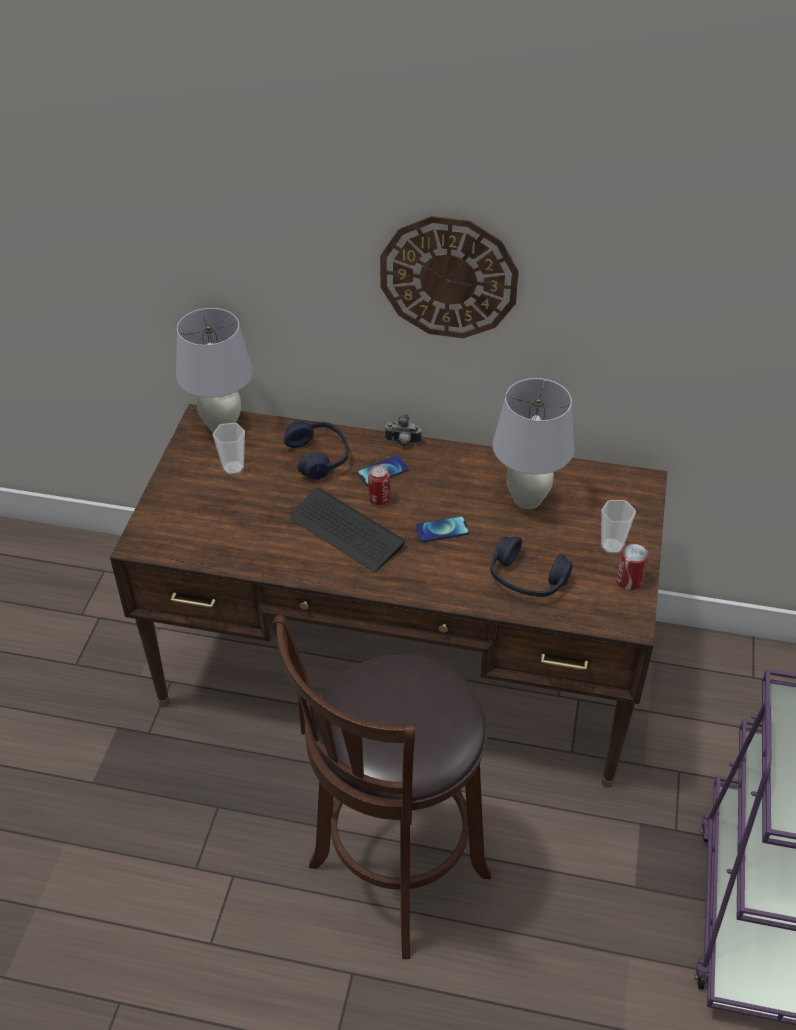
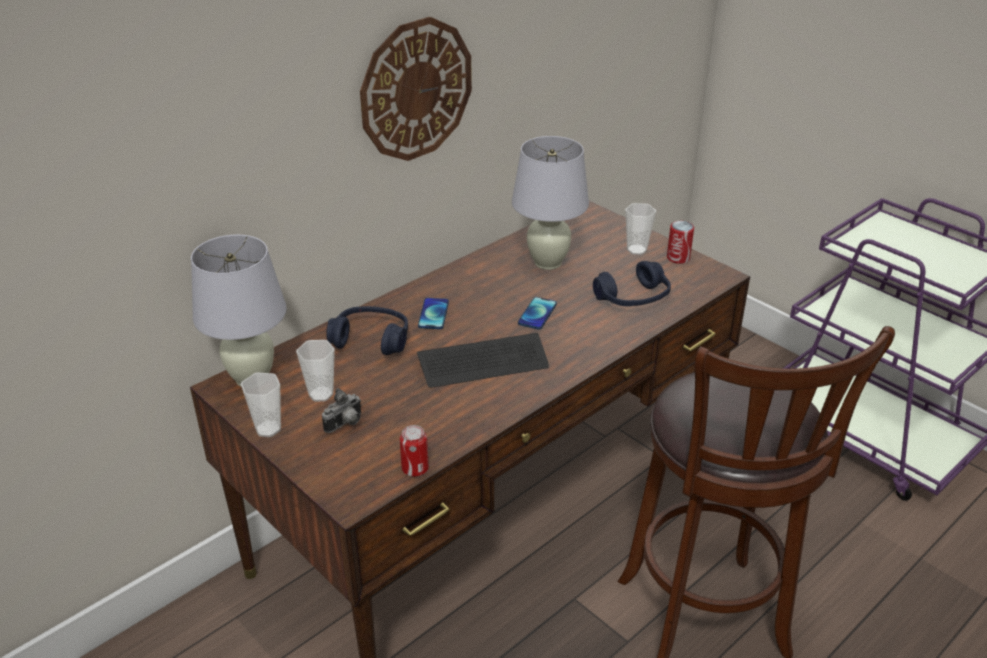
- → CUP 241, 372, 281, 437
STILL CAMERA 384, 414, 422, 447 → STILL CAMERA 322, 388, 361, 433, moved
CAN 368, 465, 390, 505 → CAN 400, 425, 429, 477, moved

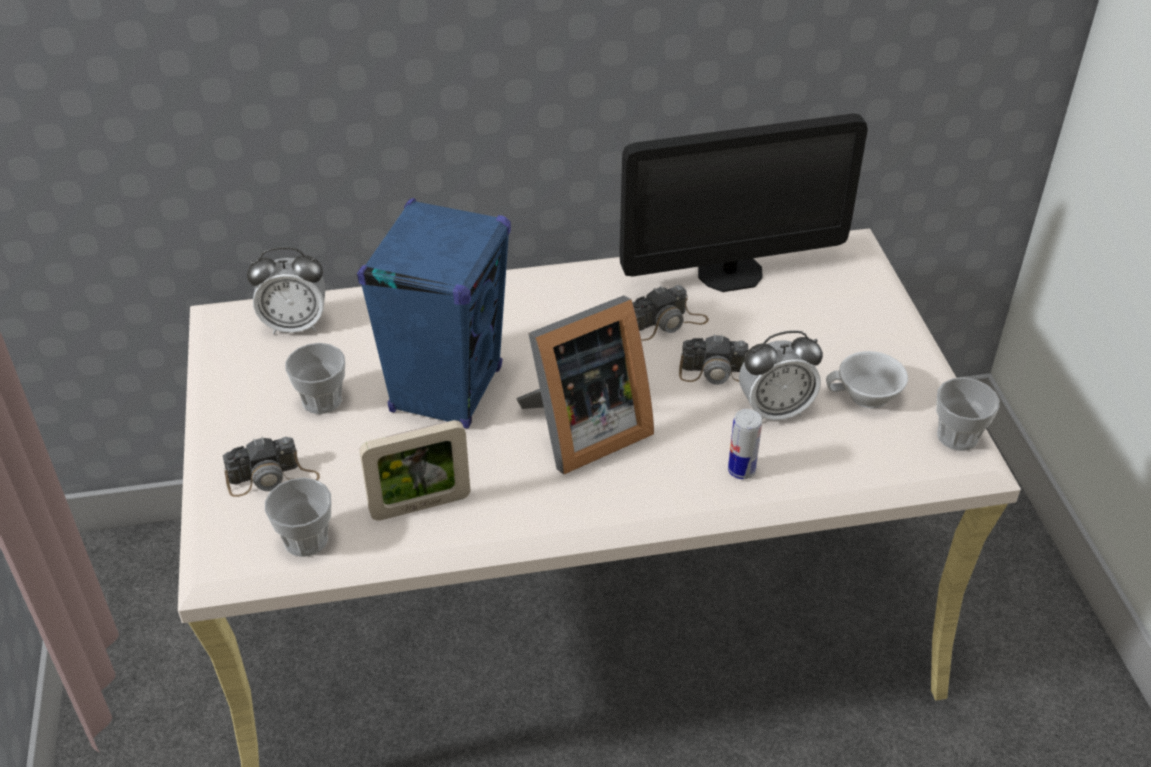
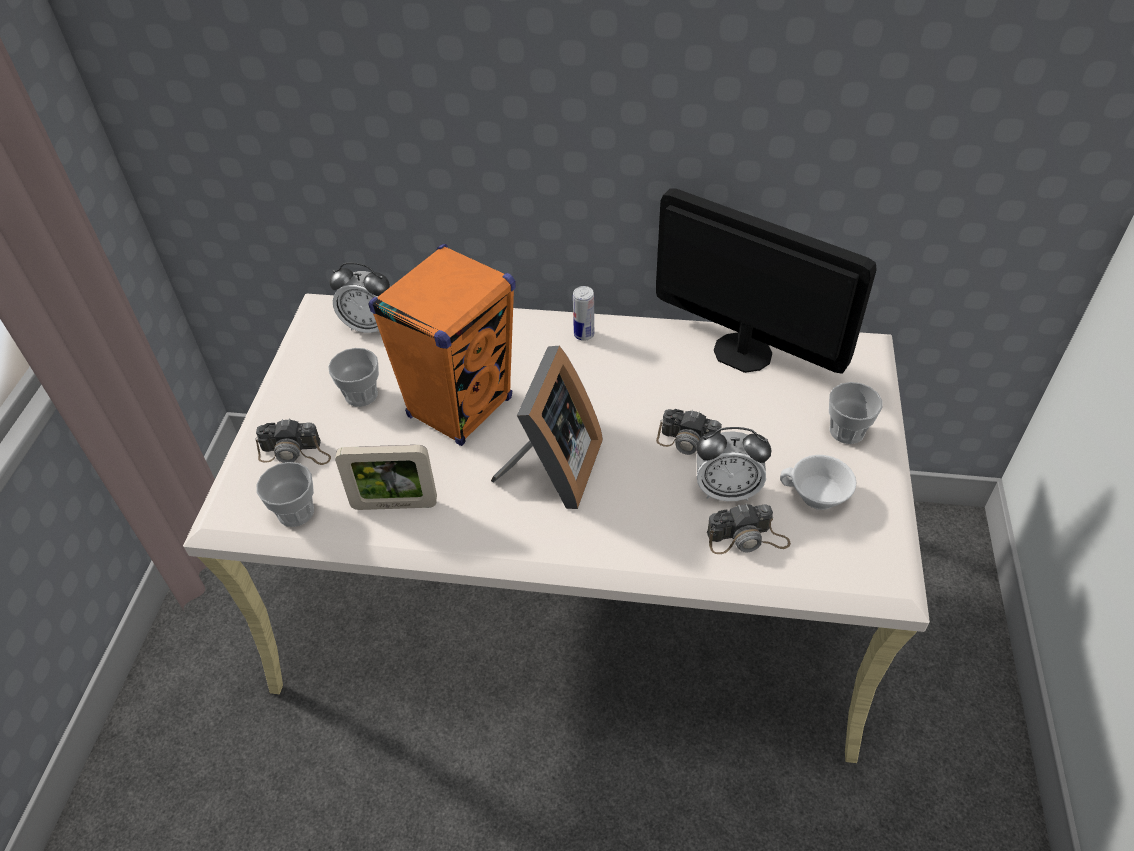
BLUISH AUDIO SPEAKER 357, 198, 511, 429 → ORANGE AUDIO SPEAKER 368, 244, 516, 446
STANDING FRAME 516, 295, 654, 475 → STANDING FRAME 491, 346, 603, 509, 60 degrees counterclockwise
CAN 728, 409, 762, 479 → CAN 573, 286, 594, 341, moved
MONITOR 620, 113, 868, 292 → MONITOR 656, 188, 877, 374, 150 degrees counterclockwise
STILL CAMERA 632, 285, 709, 341 → STILL CAMERA 707, 503, 791, 554, moved
CUP 936, 378, 1000, 451 → CUP 829, 382, 882, 444, moved

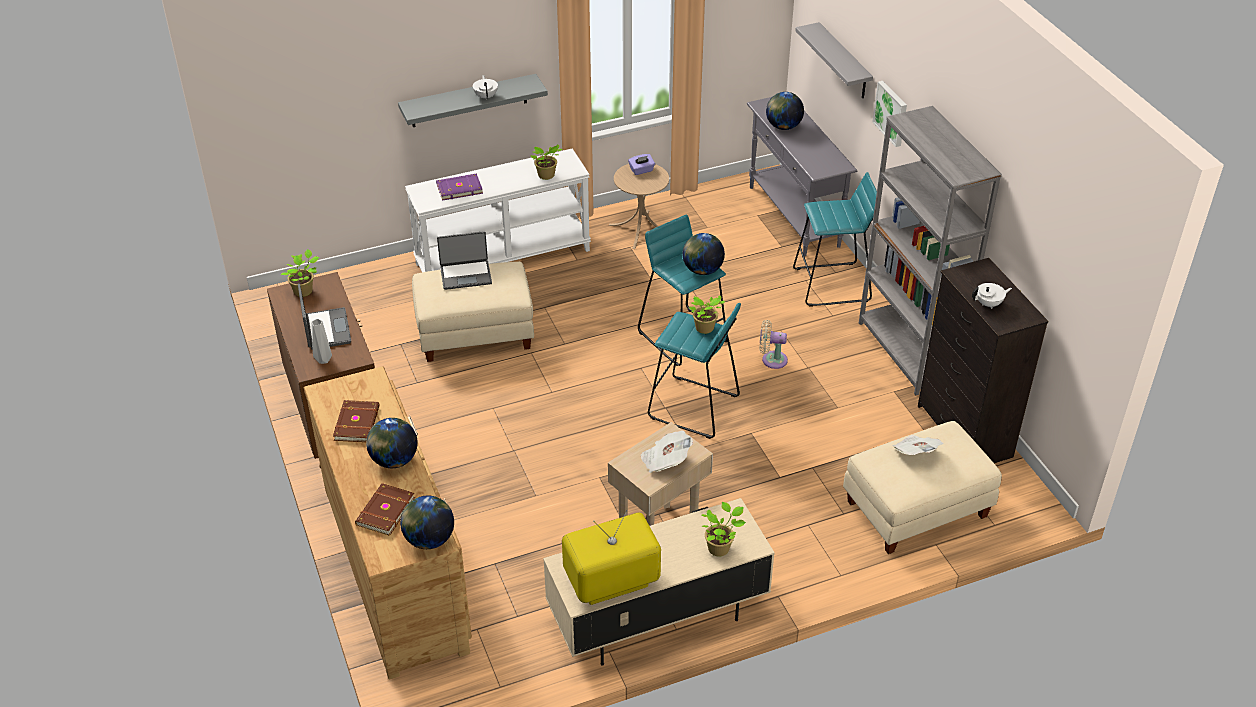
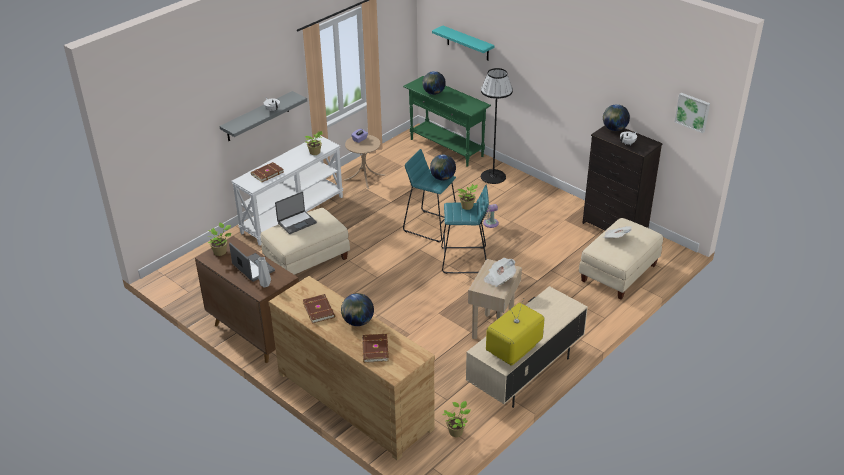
PURPLISH BOUND BOOK 436, 174, 483, 201 → BROWN-COLOURED BOUND BOOK 251, 162, 284, 182
GRAY CONSOLE TABLE 747, 97, 857, 256 → GREENISH CONSOLE TABLE 403, 76, 491, 167
GRAY BRACKET SHELF 795, 22, 873, 98 → TURQUOISE BRACKET SHELF 432, 25, 494, 61
POTTED PLANT 701, 502, 746, 557 → POTTED PLANT 443, 401, 470, 437, moved
TURQUOISE SITTING STOOL 793, 172, 877, 307 → BLACK-COLOURED STANDING LAMP 481, 68, 513, 184
DESK GLOBE 400, 496, 454, 549 → DESK GLOBE 603, 104, 630, 131, moved
WALL ART 872, 81, 907, 147 → WALL ART 675, 93, 710, 133, moved
GRAY BOOKSHELF 859, 106, 1002, 395 → -

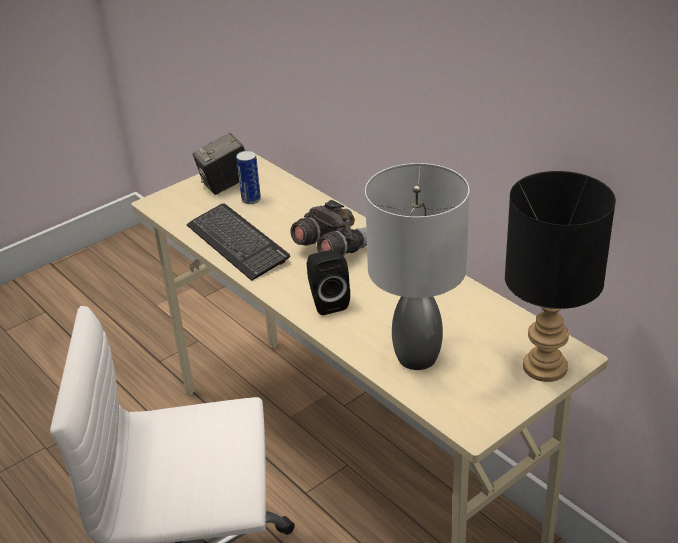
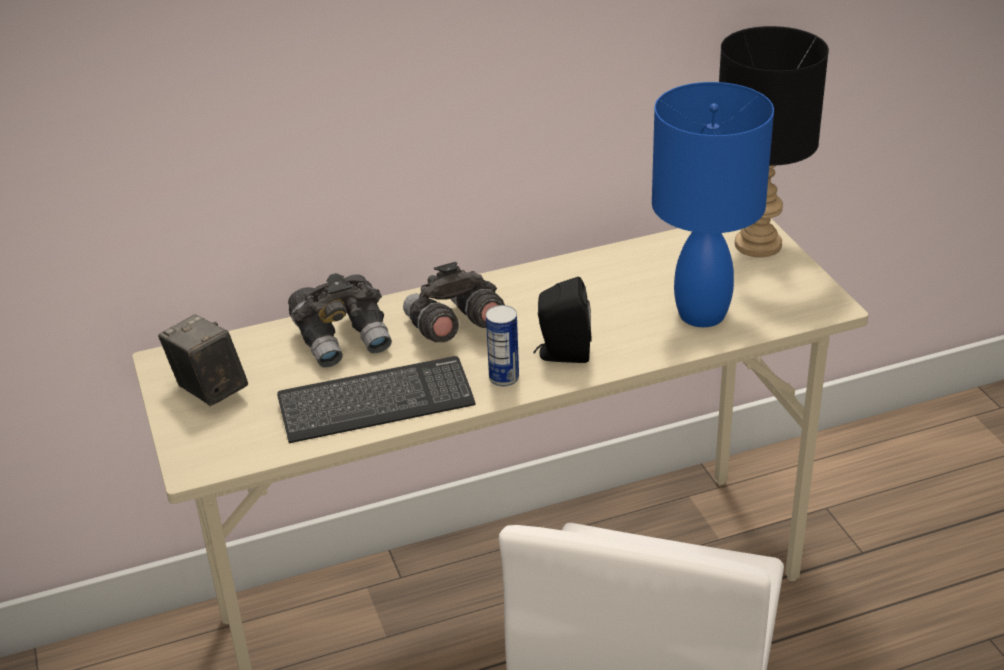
STILL CAMERA 193, 133, 245, 195 → STILL CAMERA 158, 314, 248, 406, 150 degrees clockwise
- → GRAY BINOCULARS 288, 273, 392, 367
CAN 236, 151, 261, 204 → CAN 486, 305, 519, 387, moved
GRAY LAMP FOR A TABLE 365, 163, 469, 370 → BLUISH LAMP FOR A TABLE 652, 82, 774, 327

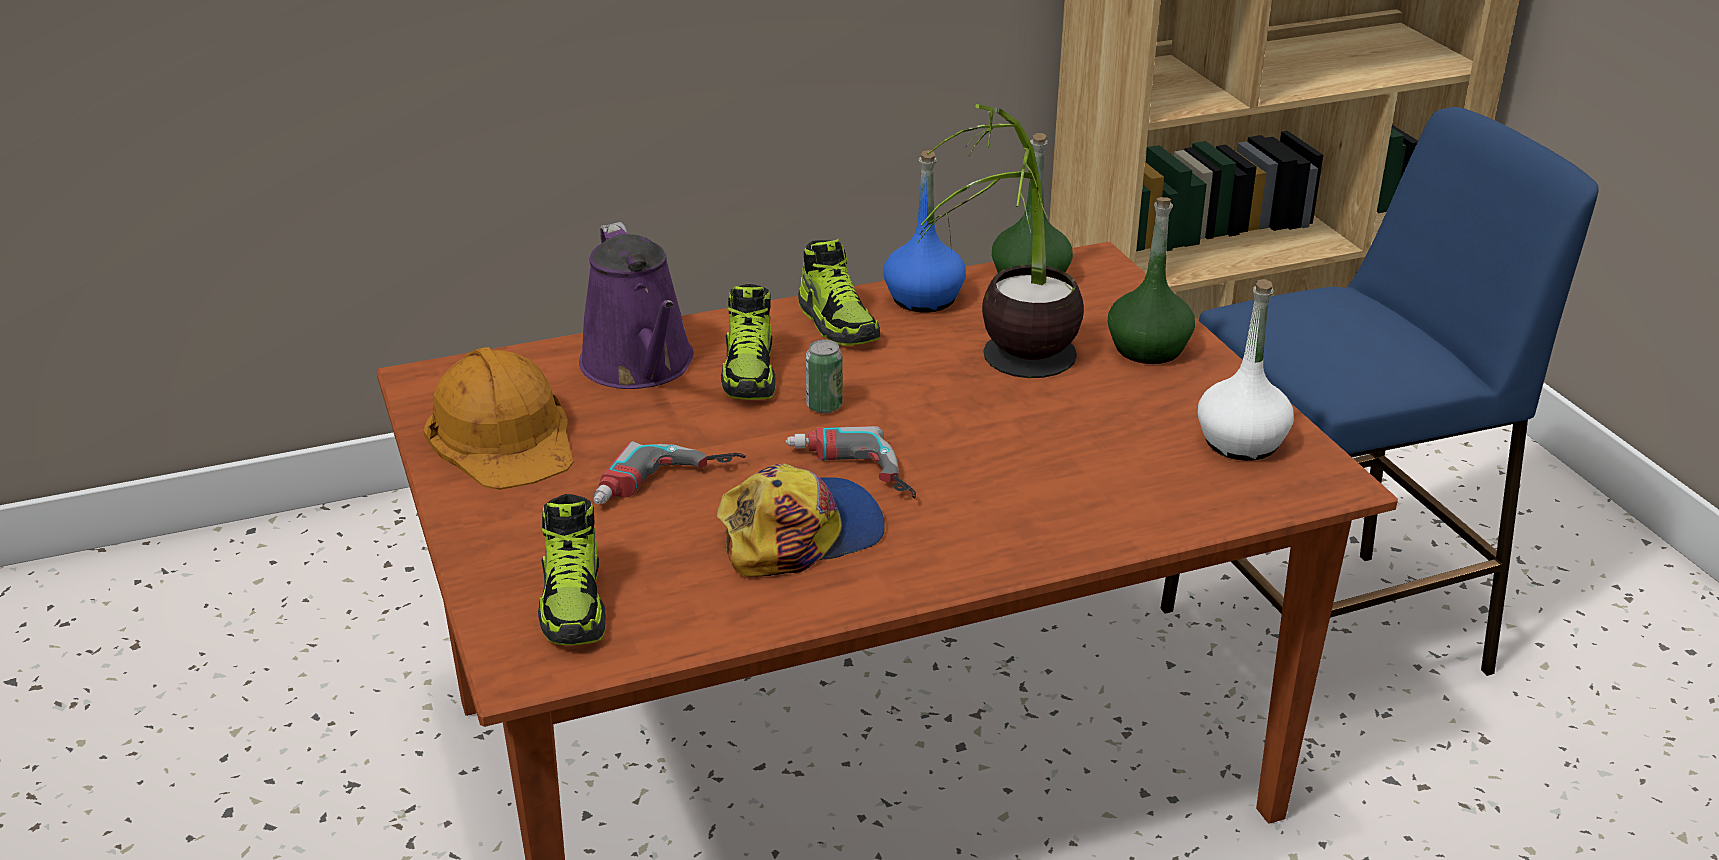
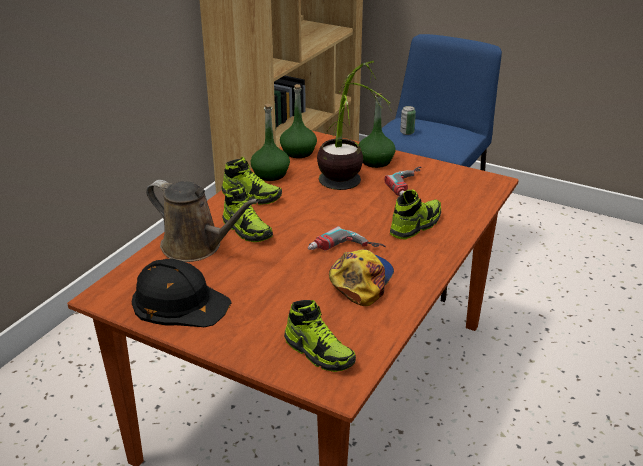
ORANGE HARD HAT 423, 347, 573, 490 → BLACK-COLOURED HARD HAT 132, 258, 232, 327
PURPLISH WATERING CAN 579, 222, 694, 389 → BROWN-COLOURED WATERING CAN 146, 180, 259, 262
BLUISH BEVERAGE BOTTLE 884, 150, 966, 313 → GREENISH BEVERAGE BOTTLE 251, 104, 290, 181
ELECTRIC DRILL 593, 441, 746, 504 → ELECTRIC DRILL 384, 166, 421, 196, moved
- → SHOE 390, 190, 441, 240
CAN 806, 340, 843, 413 → CAN 400, 106, 416, 135, moved
WHITE BEVERAGE BOTTLE 1198, 279, 1294, 461 → -

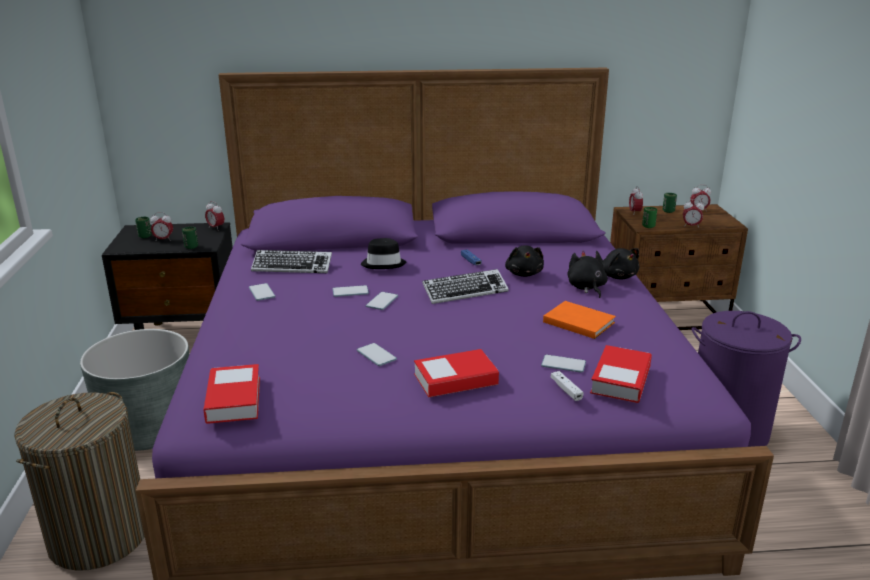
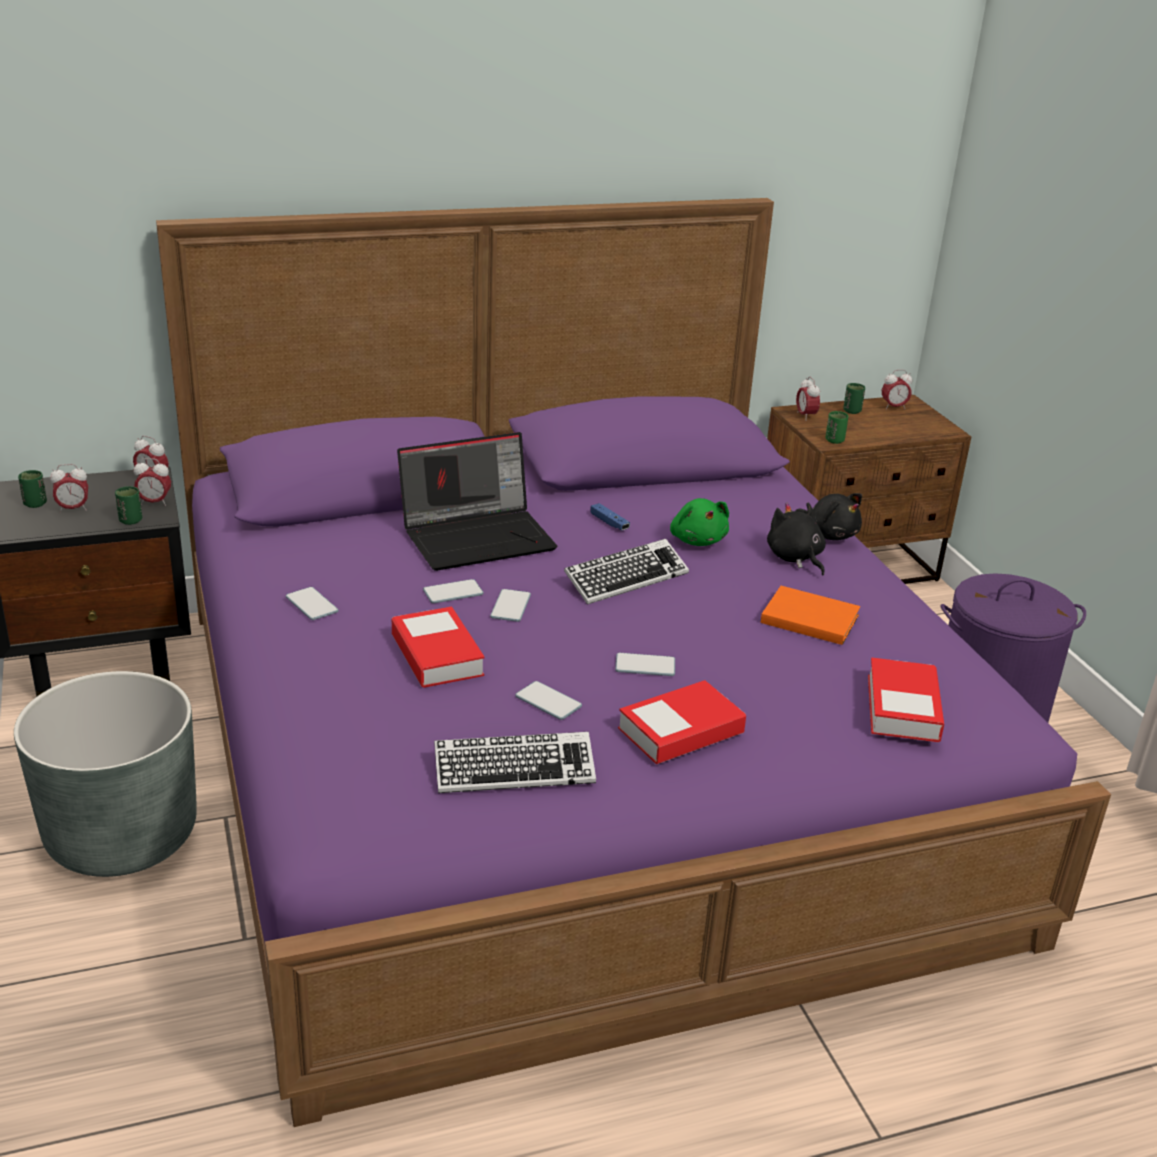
TABLE CLOCK 683, 199, 704, 228 → TABLE CLOCK 134, 458, 171, 506, moved
BOUND BOOK 203, 364, 260, 424 → BOUND BOOK 392, 607, 485, 688, moved
BLACK-COLOURED CLOTHING HAT 361, 238, 406, 269 → NOTEBOOK COMPUTER 397, 432, 557, 571
KEYBOARD 251, 250, 332, 273 → KEYBOARD 434, 732, 596, 793, moved
HANDSET 541, 355, 586, 373 → HANDSET 615, 653, 675, 676, moved
BLACK-COLOURED PLUSH TOY 505, 245, 544, 277 → GREENISH PLUSH TOY 670, 498, 729, 546
WASHING BASKET 14, 392, 145, 571 → -
WHITE JOYPAD 551, 371, 583, 401 → -

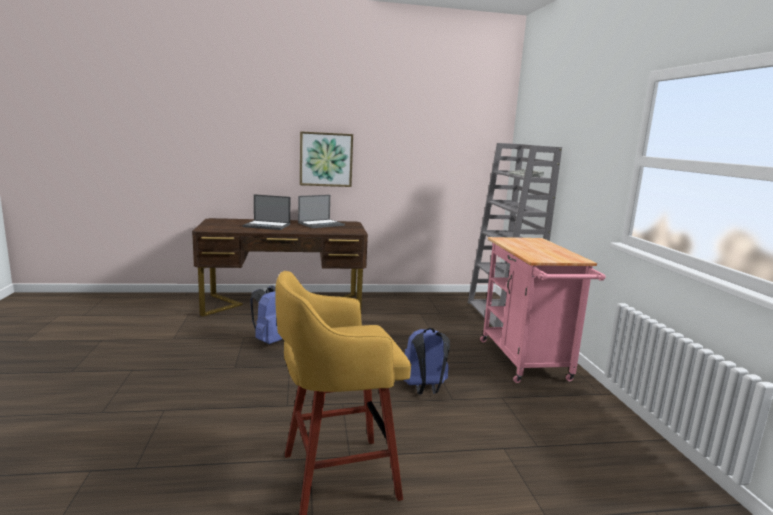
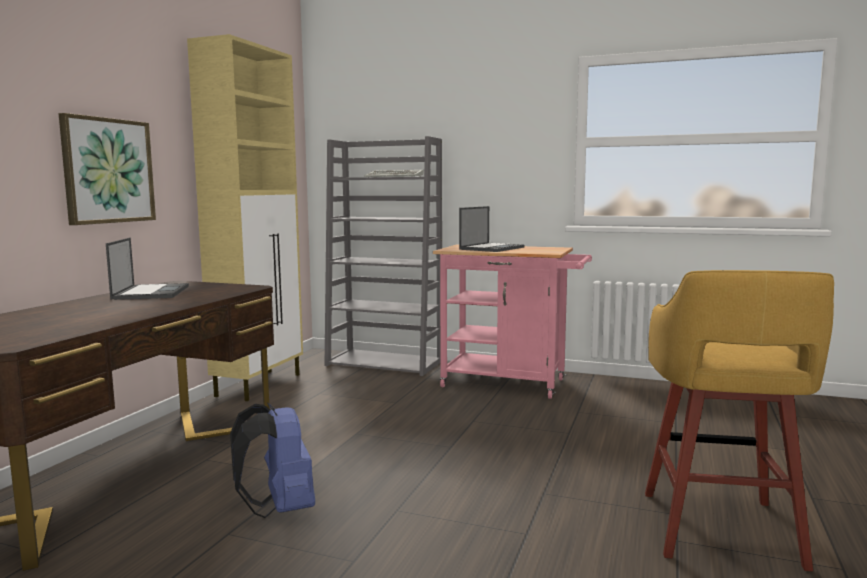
- → BEIGE-COLOURED CABINET 187, 34, 303, 401
NOTEBOOK COMPUTER 243, 194, 290, 230 → NOTEBOOK COMPUTER 459, 206, 525, 252, moved
BLUISH RUCKSACK 403, 328, 450, 394 → -

